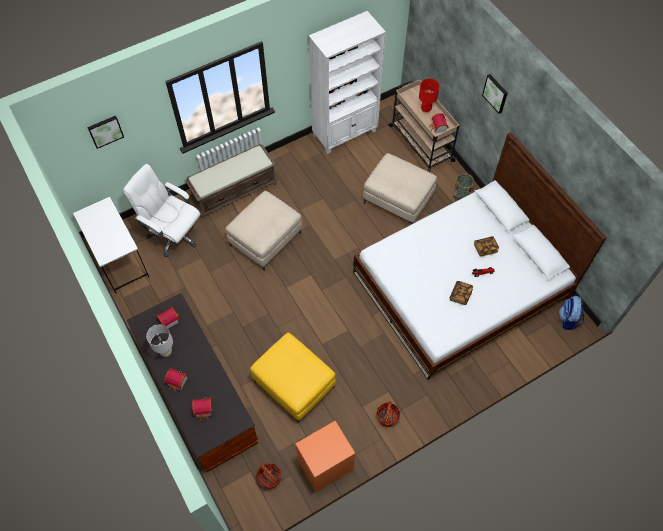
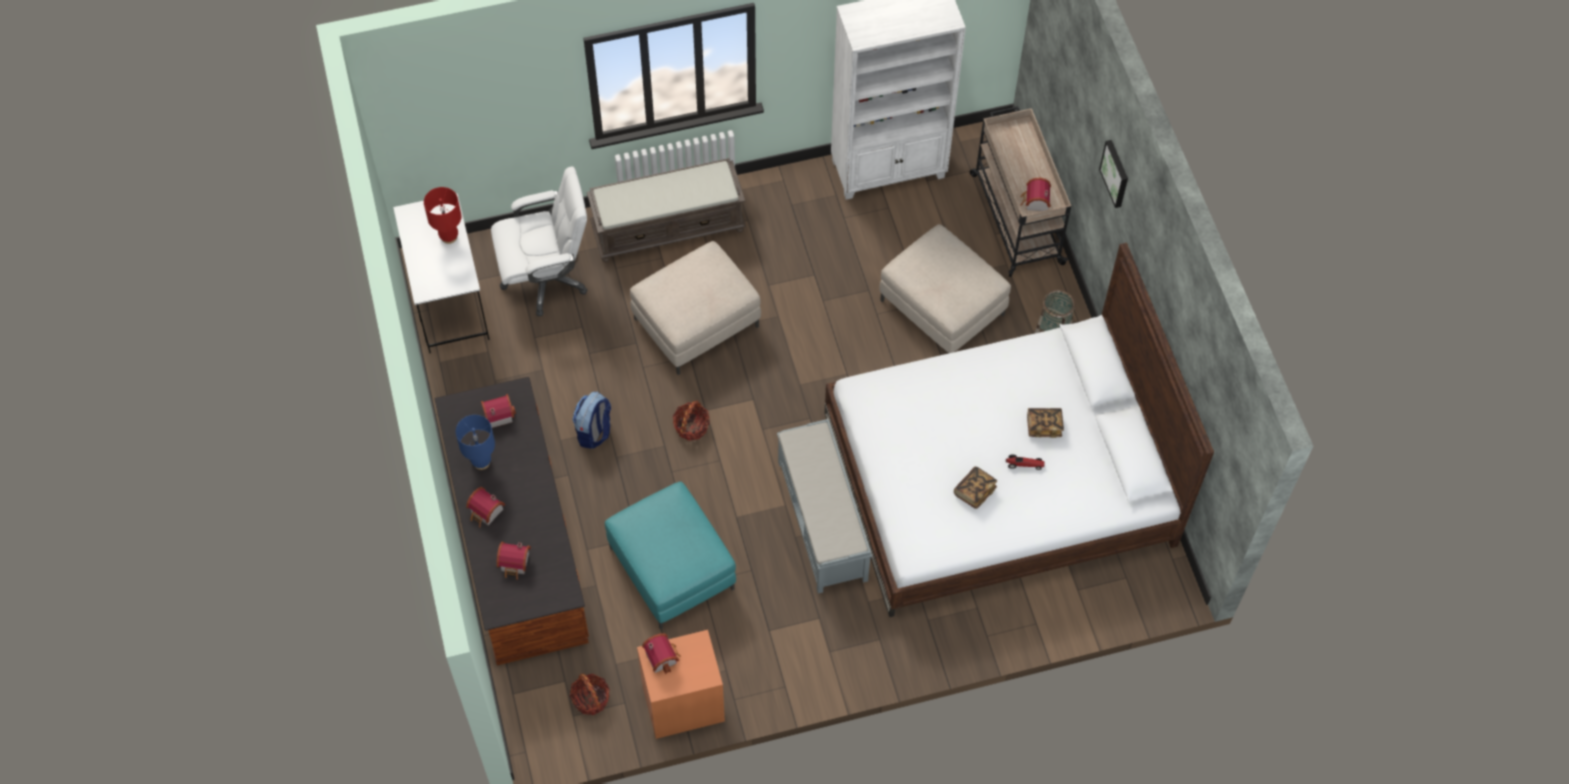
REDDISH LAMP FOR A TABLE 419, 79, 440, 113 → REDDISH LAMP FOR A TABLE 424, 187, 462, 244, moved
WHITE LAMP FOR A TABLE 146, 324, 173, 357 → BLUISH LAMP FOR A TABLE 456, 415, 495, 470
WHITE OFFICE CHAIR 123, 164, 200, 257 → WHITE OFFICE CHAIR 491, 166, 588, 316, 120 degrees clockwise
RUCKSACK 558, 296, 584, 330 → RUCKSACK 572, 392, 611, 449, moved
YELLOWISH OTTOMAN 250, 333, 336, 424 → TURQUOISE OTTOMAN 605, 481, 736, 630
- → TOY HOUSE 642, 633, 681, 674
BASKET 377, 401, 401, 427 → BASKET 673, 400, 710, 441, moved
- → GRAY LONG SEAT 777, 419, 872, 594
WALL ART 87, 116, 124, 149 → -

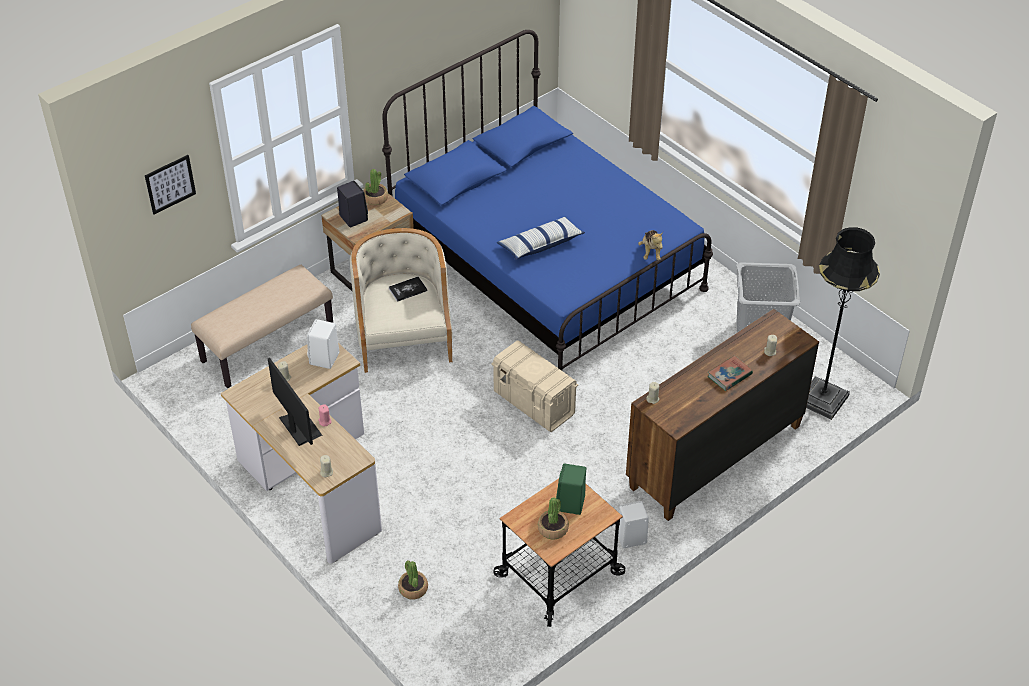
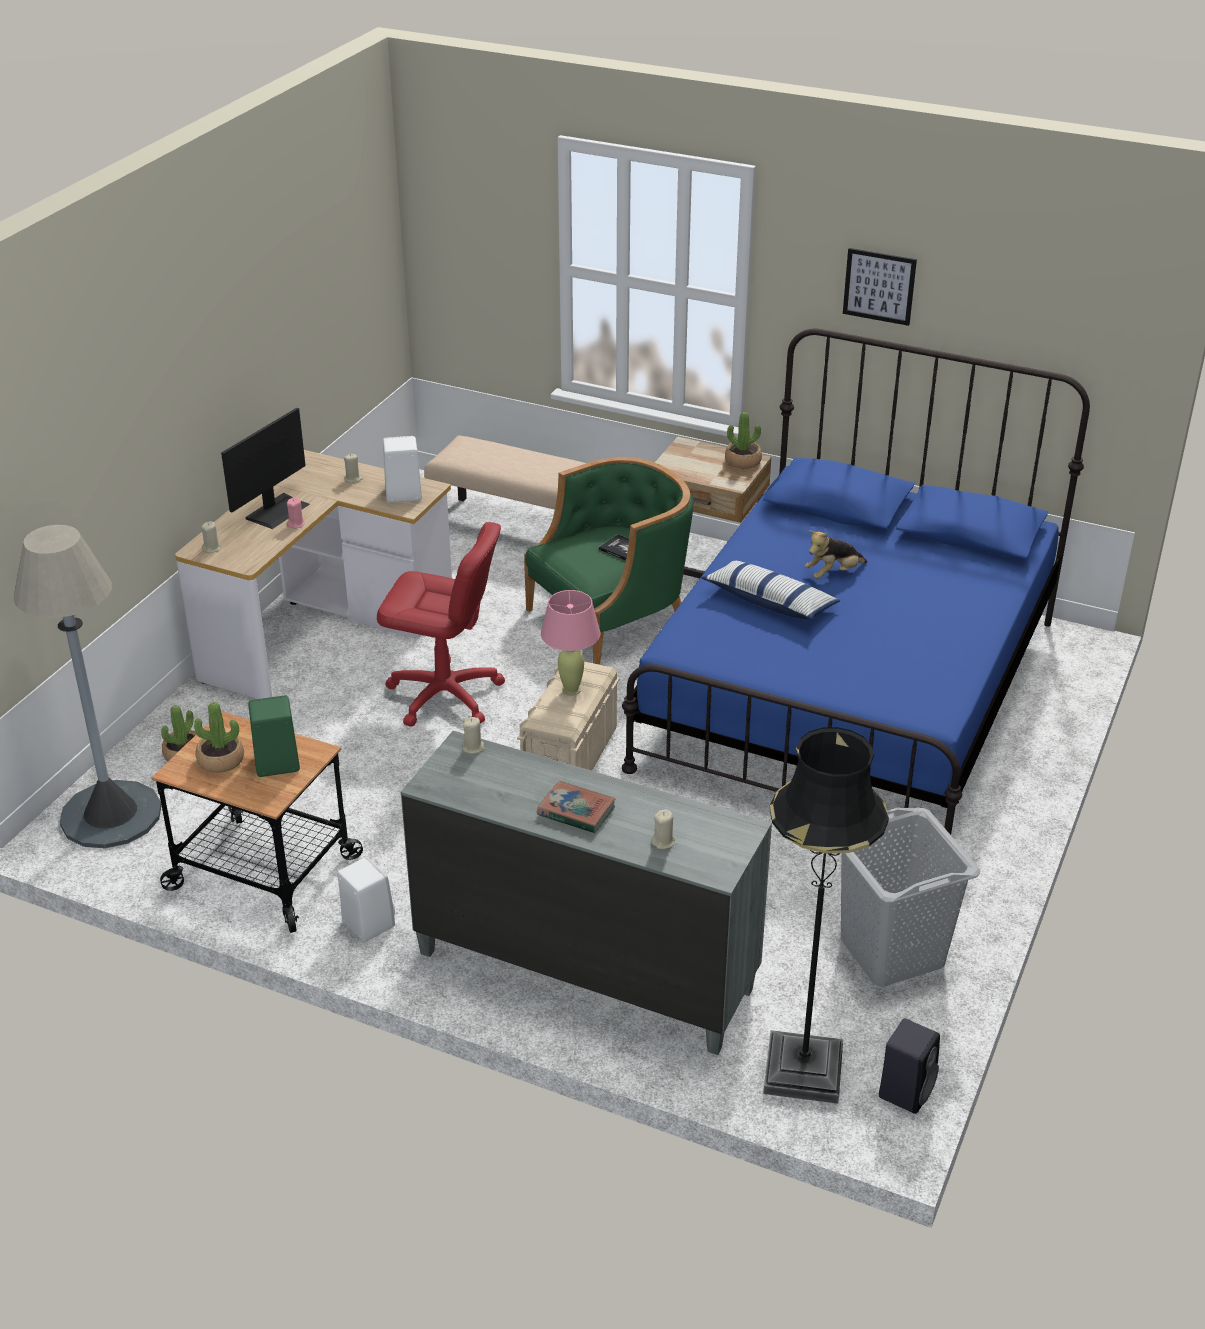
- → GRAY STANDING LAMP 14, 525, 161, 848
- → REDDISH OFFICE CHAIR 377, 522, 505, 727
BROWN-COLOURED DRAWER CHEST 626, 309, 819, 521 → GRAY DRAWER CHEST 401, 731, 772, 1055
BEIGE-COLOURED EASY CHAIR 350, 228, 453, 373 → GREENISH EASY CHAIR 524, 457, 693, 665
- → PINK LAMP FOR A TABLE 541, 590, 601, 696
PLUSH TOY 638, 230, 663, 261 → PLUSH TOY 805, 530, 867, 579, moved
WALL ART 145, 155, 196, 214 → WALL ART 843, 248, 917, 326, moved
BLACK-COLOURED AUDIO SPEAKER 337, 181, 368, 227 → BLACK-COLOURED AUDIO SPEAKER 879, 1018, 940, 1114, moved

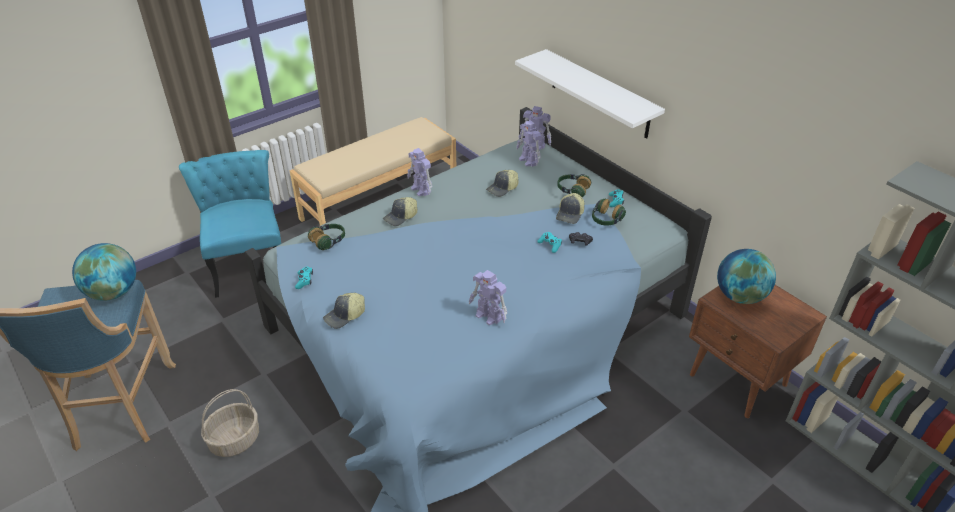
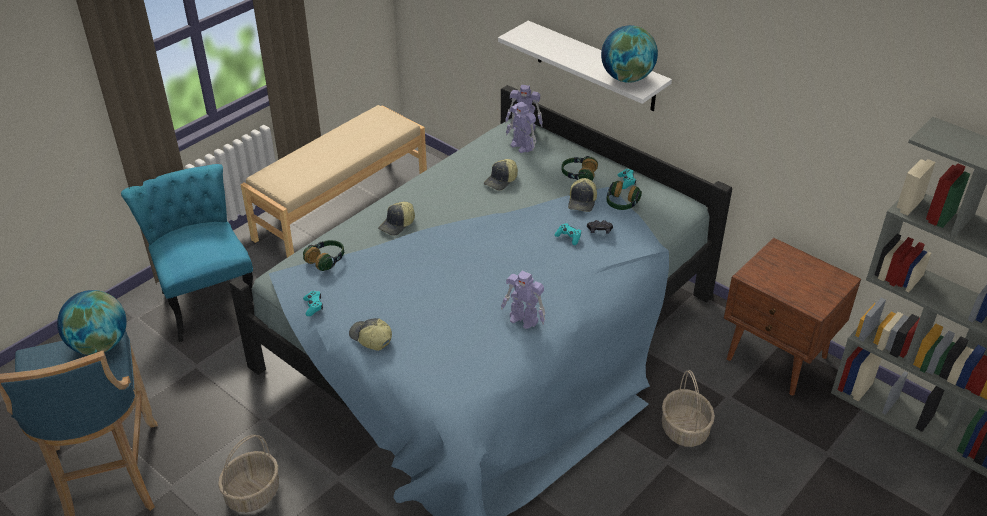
BASEBALL CAP 323, 293, 365, 329 → BASEBALL CAP 349, 318, 392, 351, 90 degrees clockwise
DESK GLOBE 717, 249, 776, 304 → DESK GLOBE 601, 25, 658, 83, moved
- → BASKET 662, 370, 715, 447
MODEL ROBOT 407, 148, 432, 196 → -

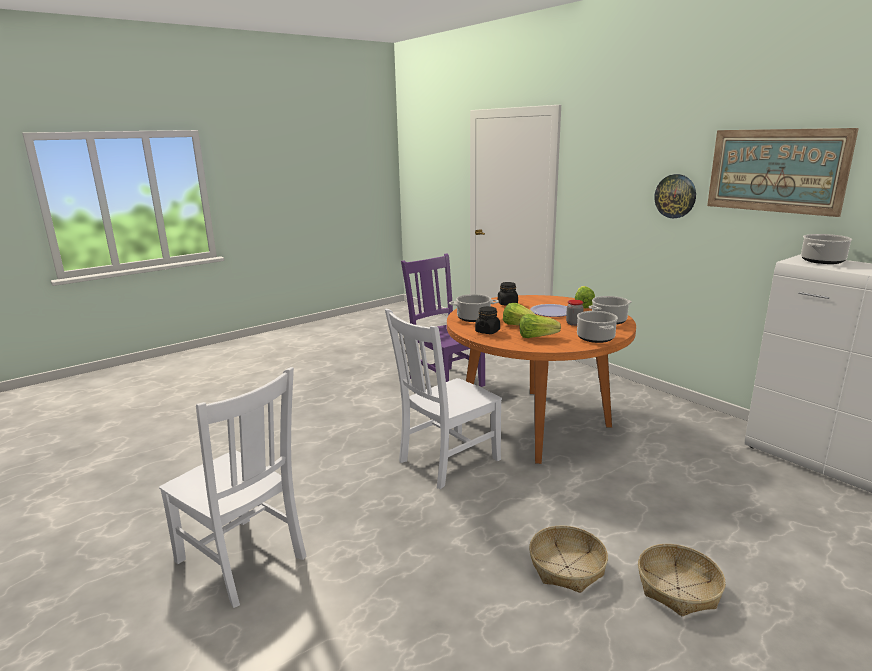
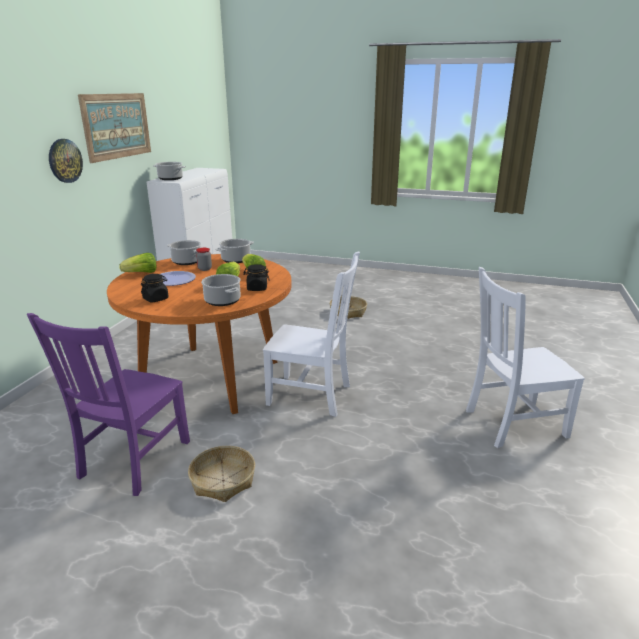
BASKET 529, 525, 608, 593 → BASKET 188, 446, 255, 502, moved
WHITE CHAIR 159, 367, 306, 608 → WHITE CHAIR 466, 267, 585, 448, 105 degrees counterclockwise

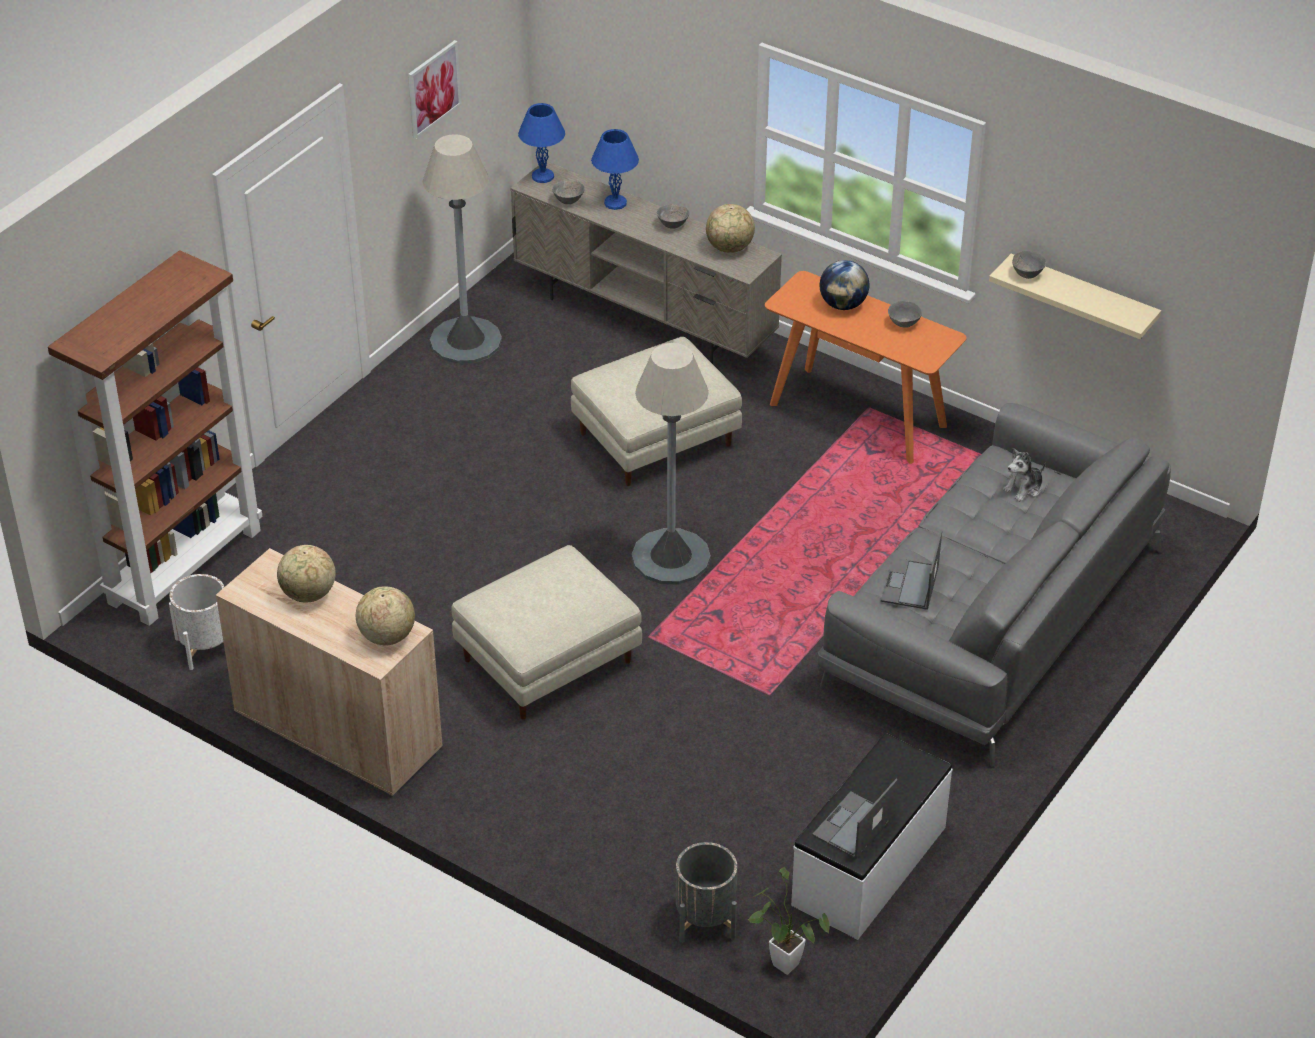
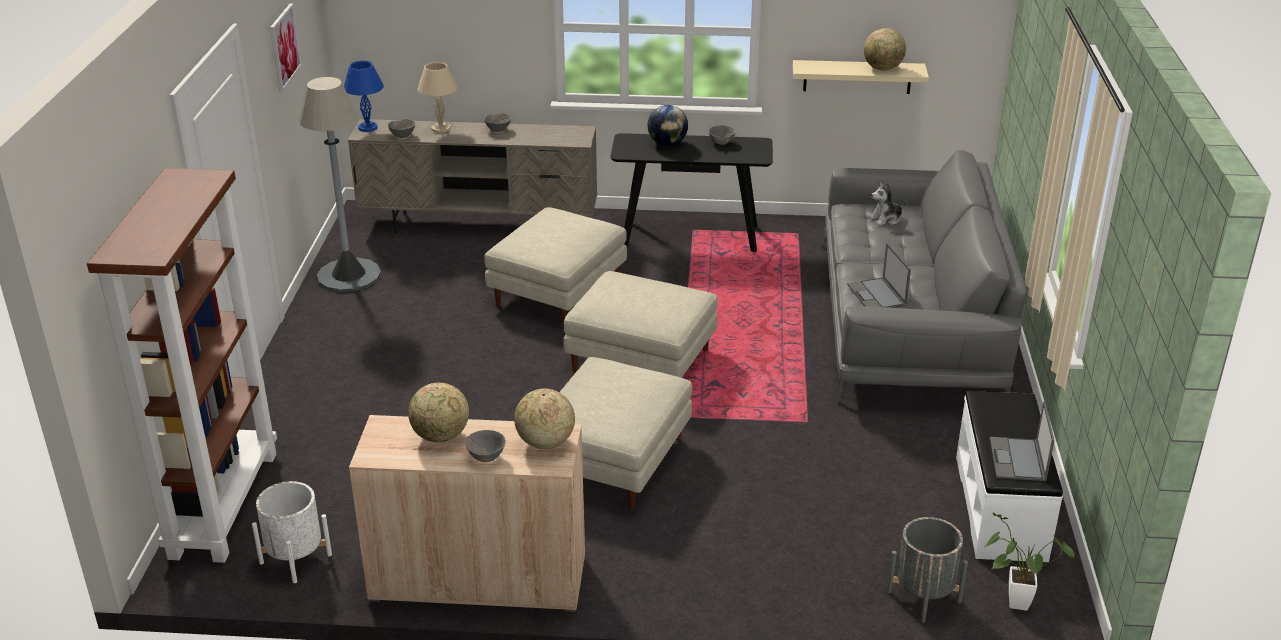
BLUISH LAMP FOR A TABLE 591, 129, 639, 210 → BEIGE-COLOURED LAMP FOR A TABLE 417, 62, 458, 133
GRAY SERVING BOWL 1012, 251, 1046, 279 → GRAY SERVING BOWL 465, 430, 506, 462, moved
GRAY STANDING LAMP 632, 343, 711, 584 → BEIGE-COLOURED OTTOMAN 563, 271, 718, 378
ORANGE CONSOLE TABLE 765, 271, 967, 464 → BLACK-COLOURED CONSOLE TABLE 610, 133, 773, 252
DESK GLOBE 706, 204, 755, 253 → DESK GLOBE 864, 28, 906, 71, moved
PLUSH TOY 1003, 448, 1046, 502 → PLUSH TOY 869, 182, 907, 226, 45 degrees clockwise

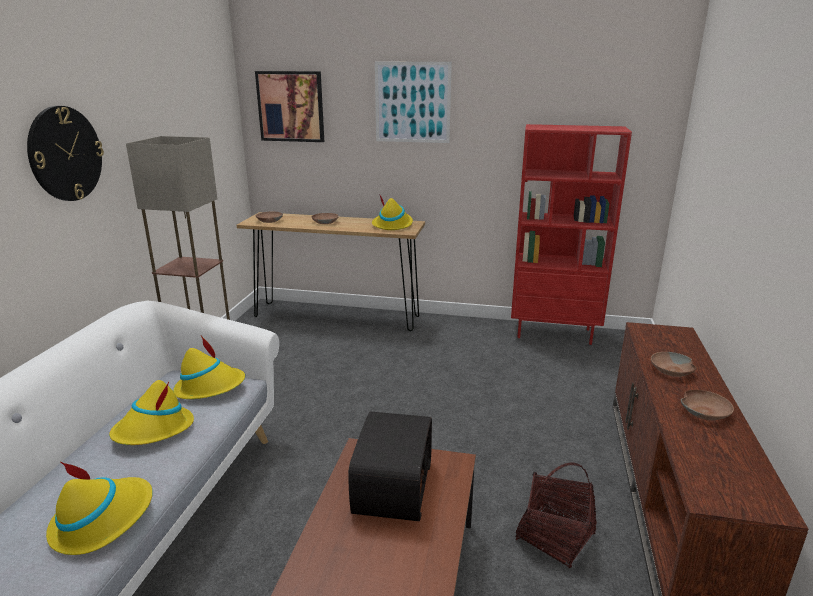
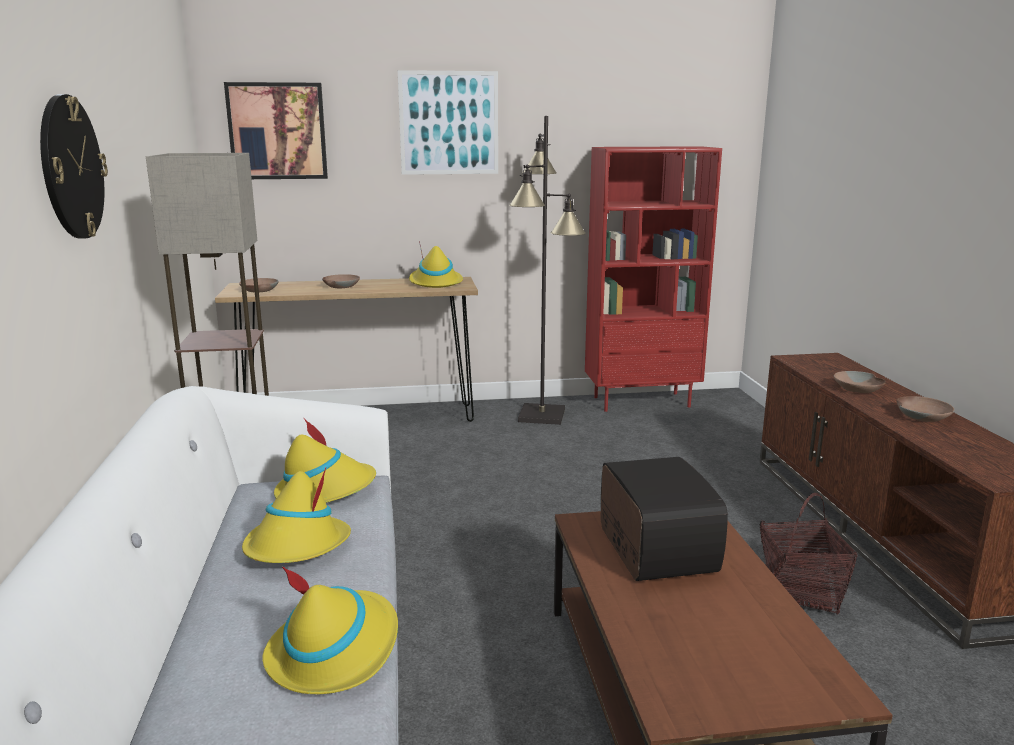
- → BLACK-COLOURED STANDING LAMP 509, 116, 586, 425

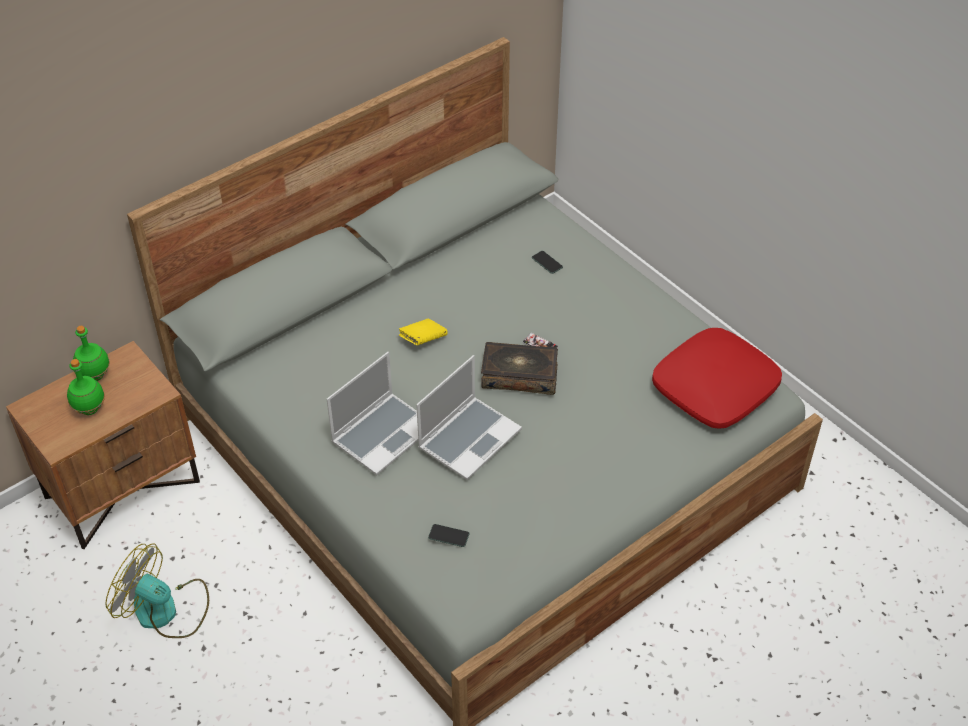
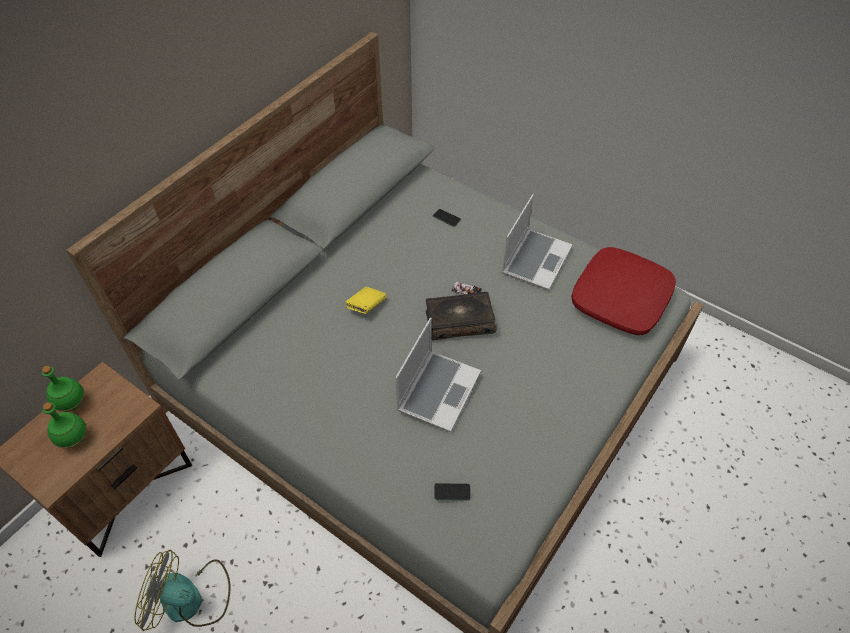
NOTEBOOK COMPUTER 327, 352, 418, 475 → NOTEBOOK COMPUTER 502, 194, 573, 291, moved

